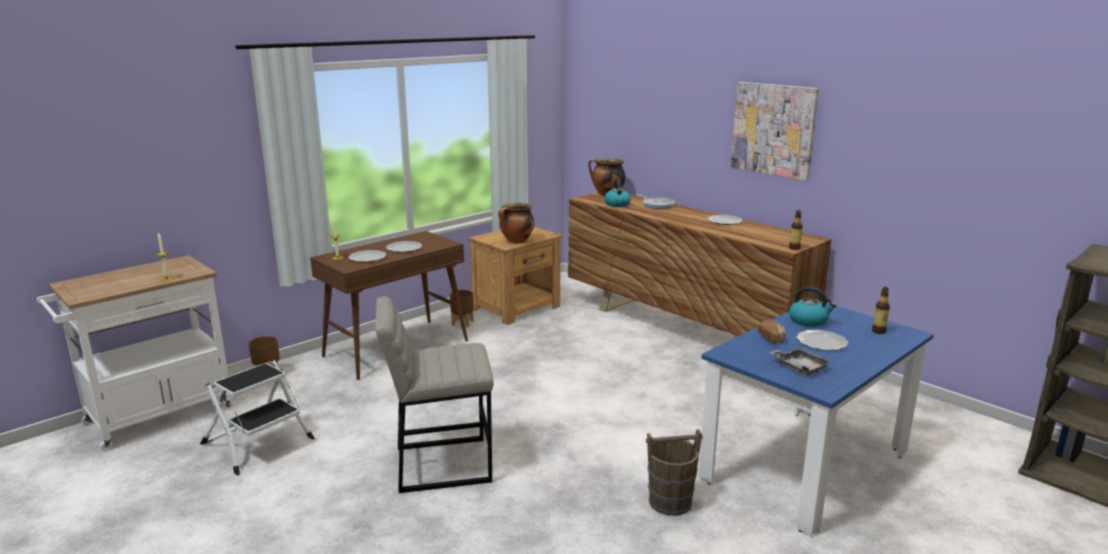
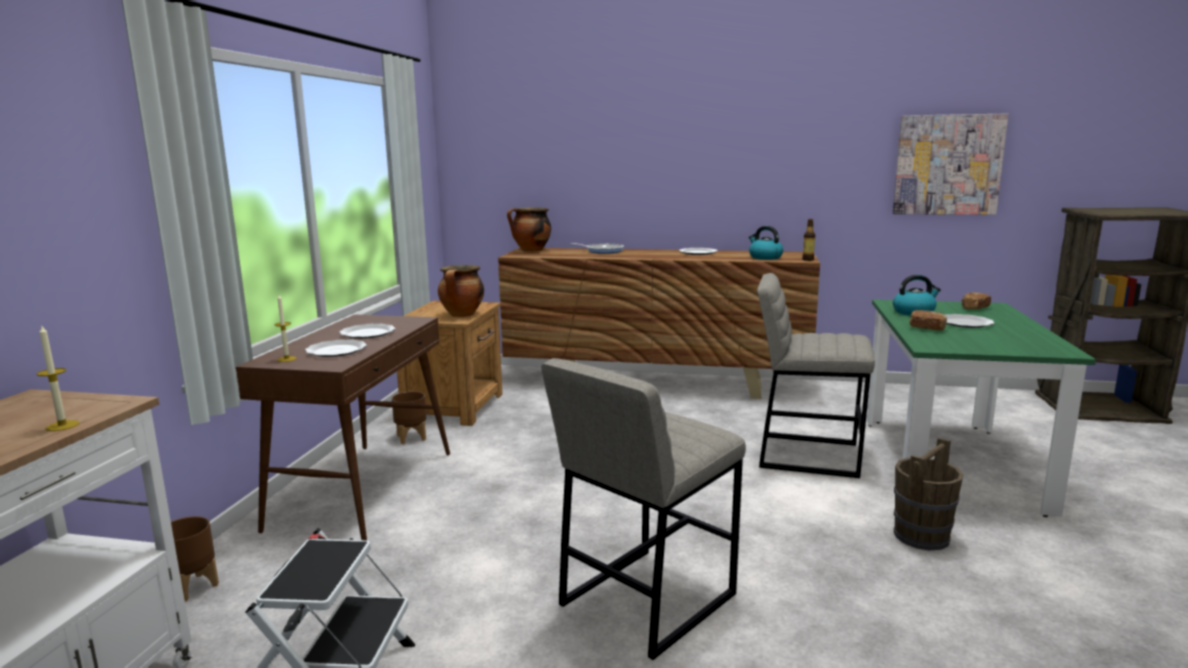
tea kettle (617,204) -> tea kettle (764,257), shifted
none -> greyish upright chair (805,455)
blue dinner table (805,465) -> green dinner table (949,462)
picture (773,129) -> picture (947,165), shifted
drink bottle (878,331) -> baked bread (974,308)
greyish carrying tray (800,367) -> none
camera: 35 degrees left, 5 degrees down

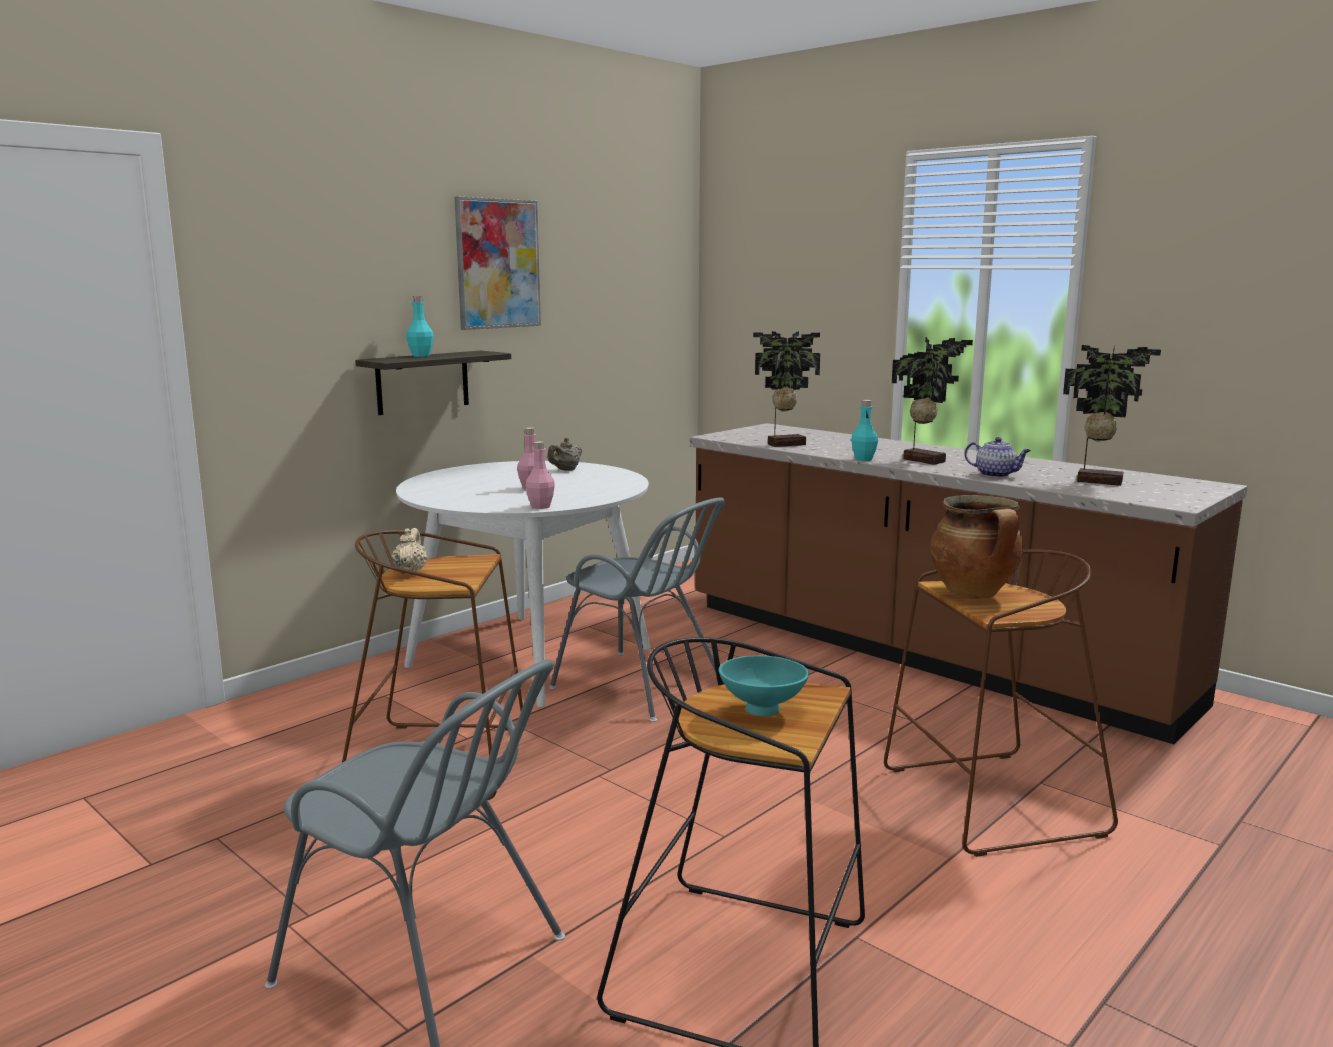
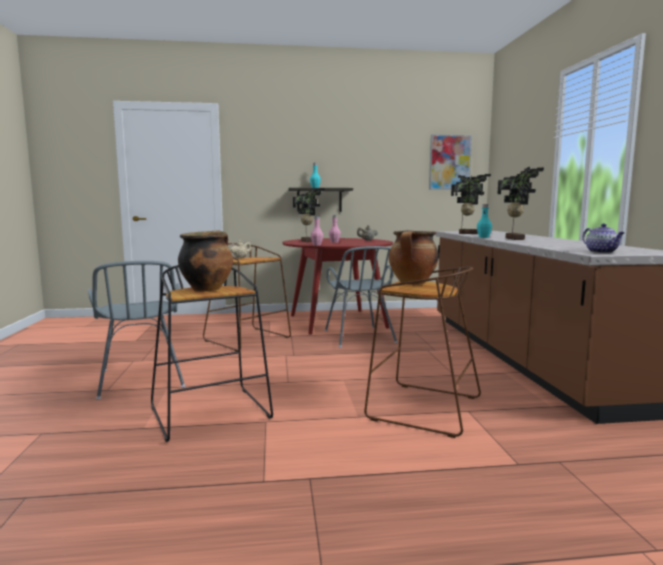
turquoise-coloured deep dish (760,709) -> saucepot (207,289)
white dinner table (530,658) -> red dinner table (337,322)
houseplant (1098,481) -> houseplant (308,241), shifted
picture (497,264) -> picture (449,162), shifted
pot for tea (996,475) -> pot for tea (602,252), shifted
camera: 40 degrees right, 5 degrees down

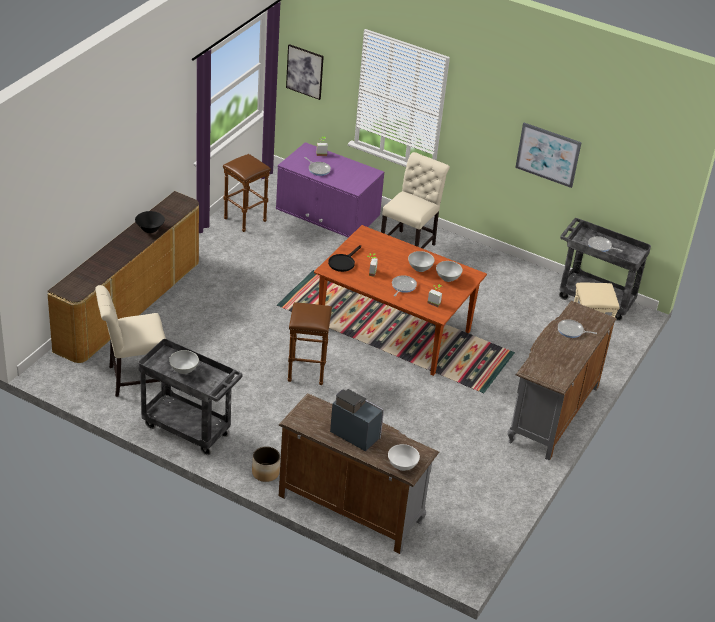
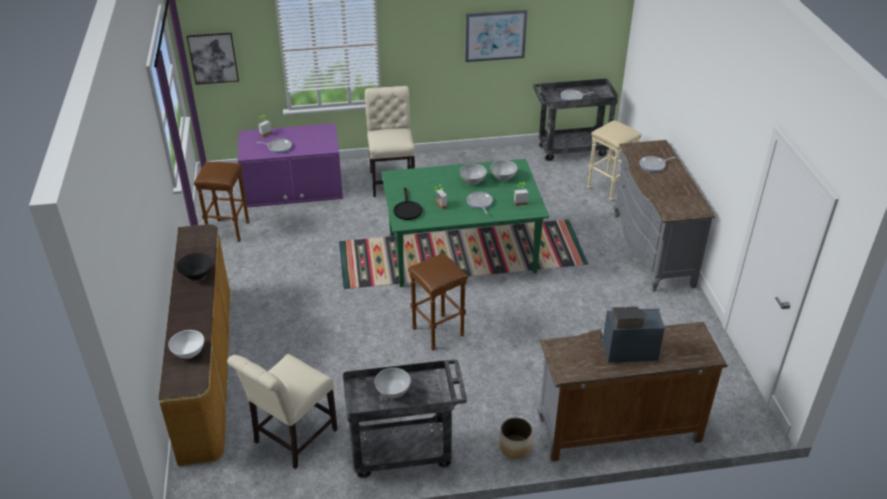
white deep dish (402,465) -> white deep dish (189,352), shifted
brown-coloured dinner table (393,329) -> green dinner table (461,253)
camera: 35 degrees left, 0 degrees up

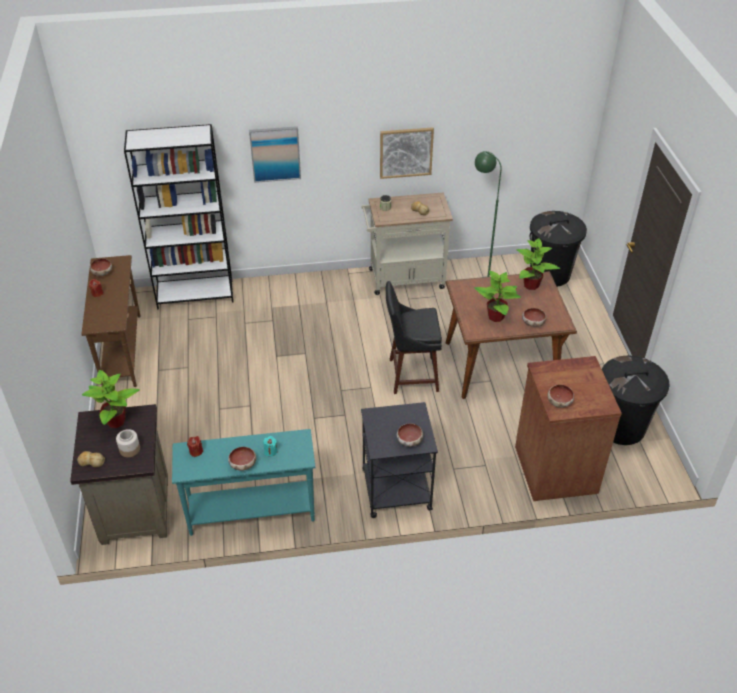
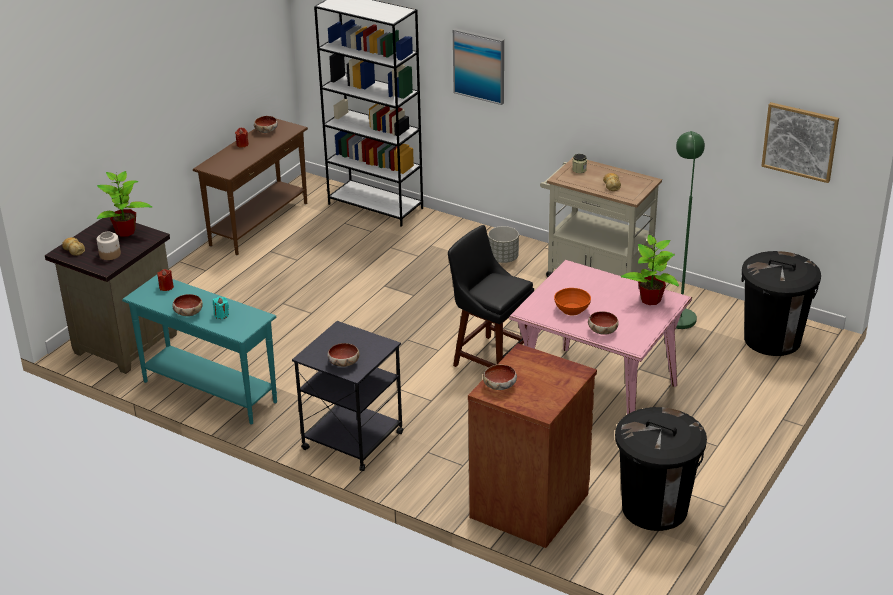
none -> greyish flower pot (503,258)
brown-coloured dinner table (501,364) -> pink-coloured dinner table (597,393)
houseplant (496,317) -> orange-coloured deep dish (571,309)
picture (406,152) -> picture (800,141), shifted
camera: 40 degrees right, 10 degrees down

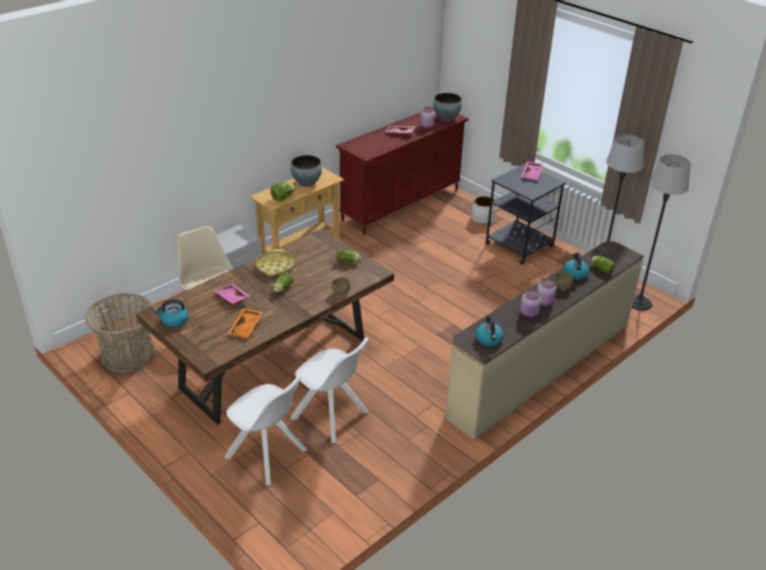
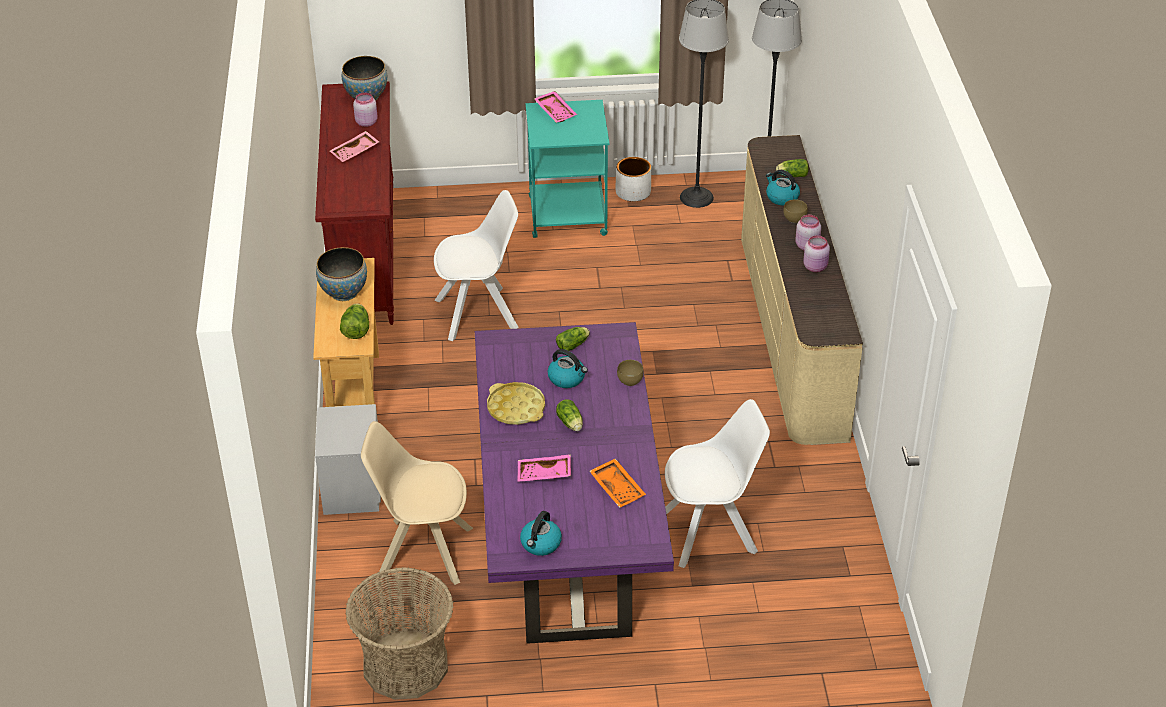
white upright chair (267,455) -> white upright chair (479,314), shifted
brown-coloured dinner table (274,364) -> purple-coloured dinner table (569,535)
black-coloured wheeled cart (520,246) -> turquoise-coloured wheeled cart (569,215)
tea kettle (489,339) -> tea kettle (567,378), shifted
white flower pot (482,218) -> white flower pot (633,192), shifted
camera: 50 degrees left, 5 degrees up

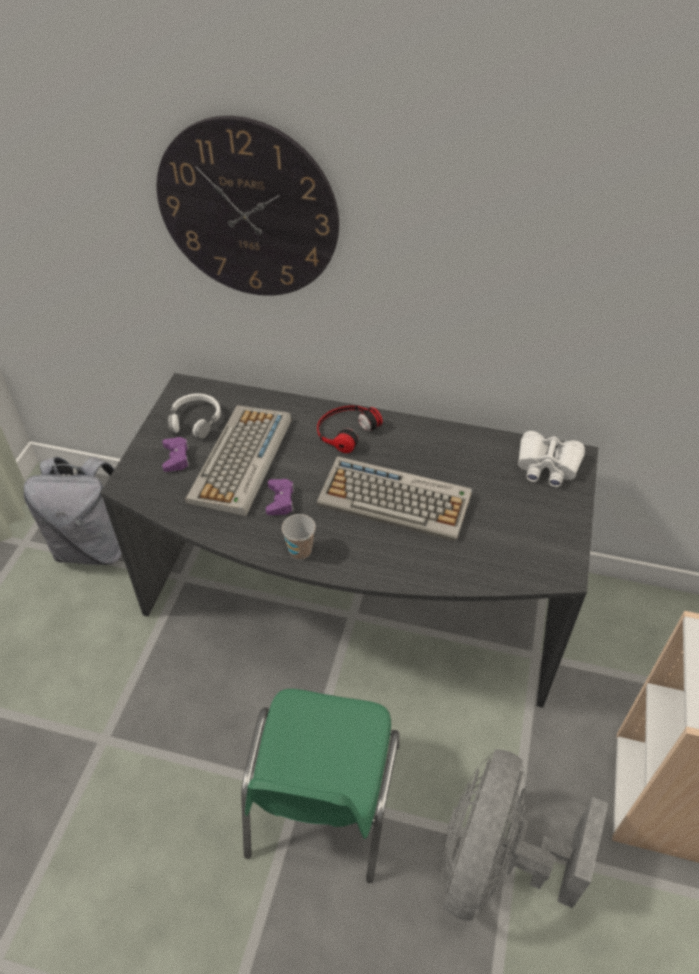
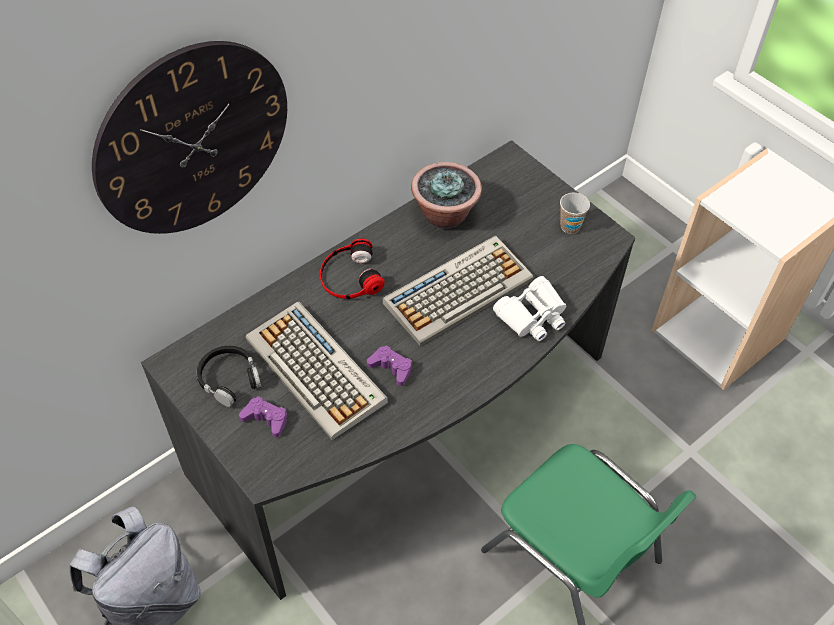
white pair of headphones (195,421) -> black-coloured pair of headphones (229,379)
none -> houseplant (445,215)
white field glasses (547,465) -> white field glasses (532,316), shifted
drinking cup (300,551) -> drinking cup (570,226), shifted
greyish fan (495,862) -> none
camera: 55 degrees left, 5 degrees up

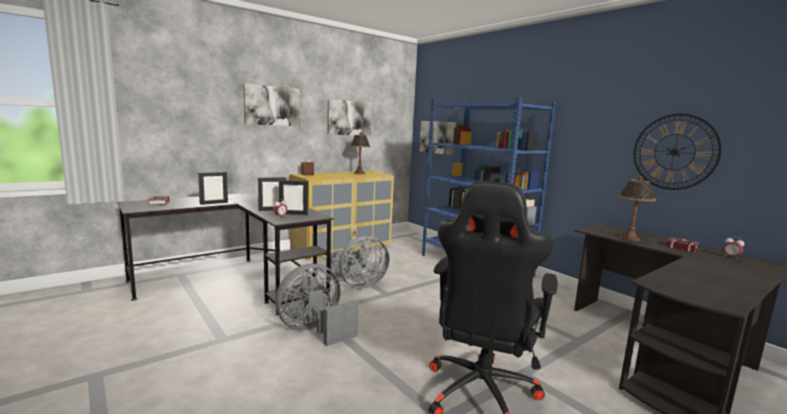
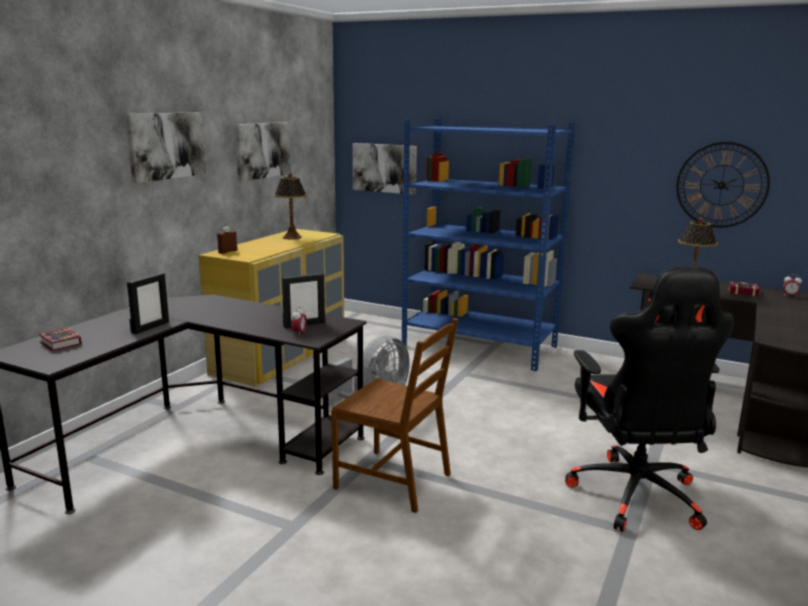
greyish fan (315,331) -> brown-coloured upright chair (394,480)
picture frame (272,209) -> none
camera: 25 degrees left, 5 degrees up

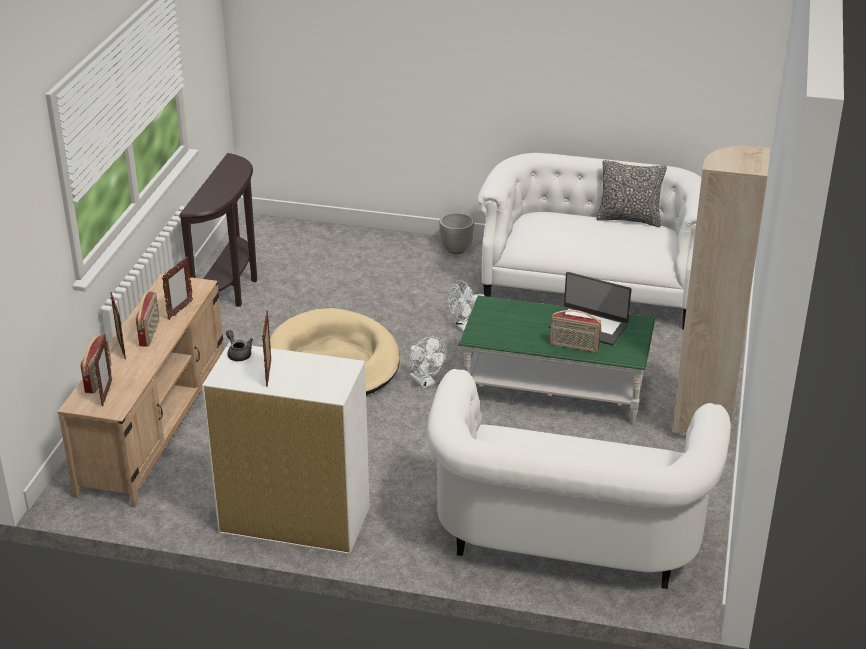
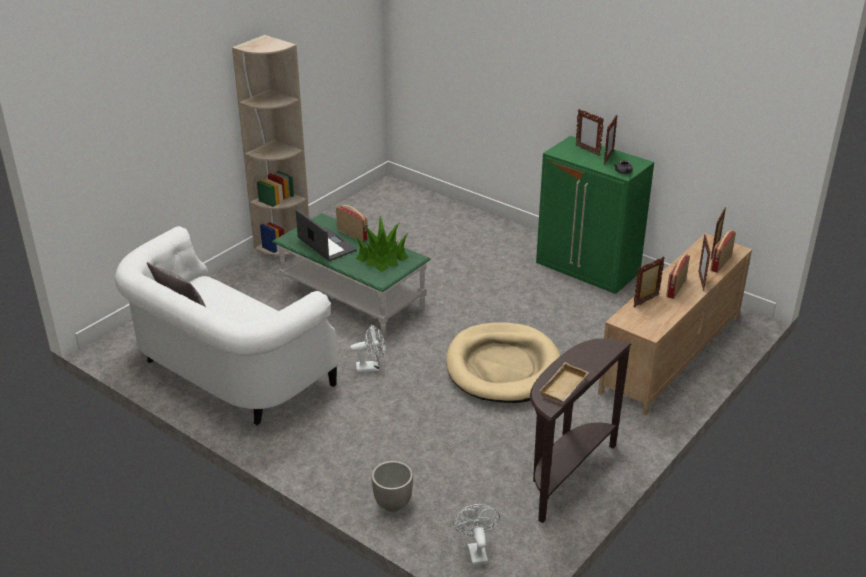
none -> houseplant (382,257)
flower pot (456,249) -> flower pot (392,504), shifted
white fan (425,382) -> white fan (476,550), shifted
white cupboard (294,519) -> green cupboard (588,268)
none -> sand-coloured carrying tray (564,388)
none -> picture frame (587,150)
white sofa (568,537) -> none
camera: 155 degrees left, 0 degrees up

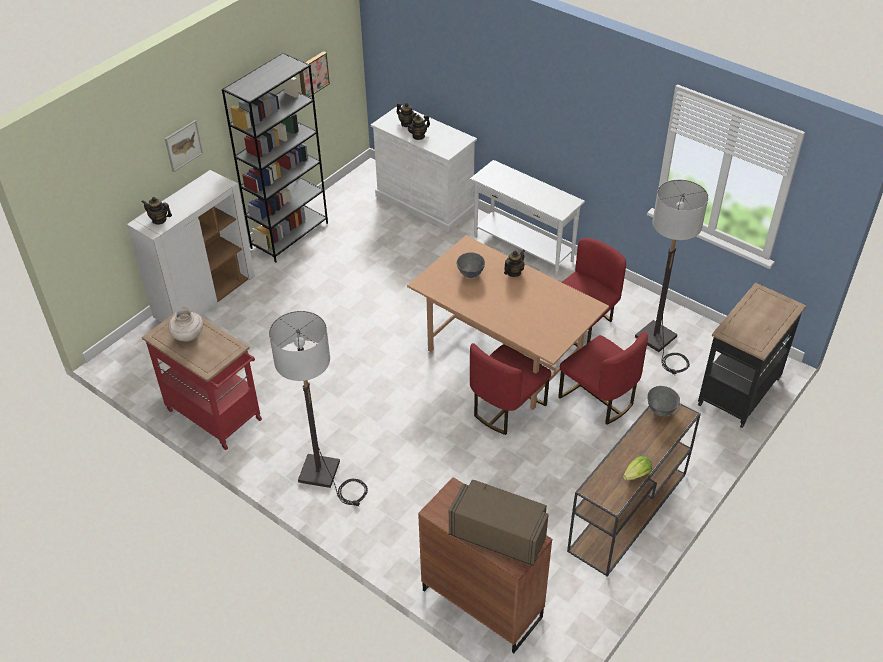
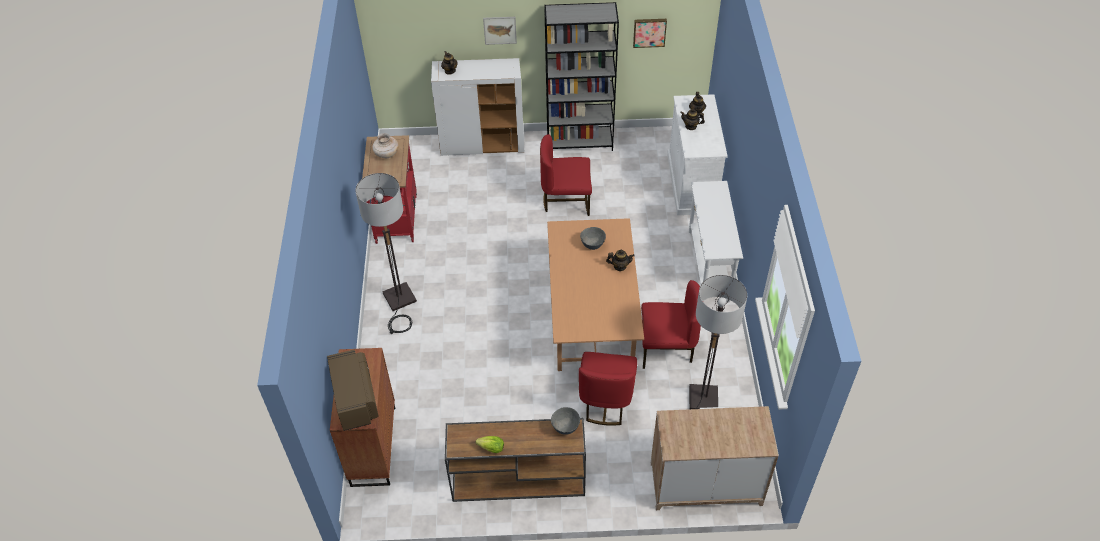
red upright chair (506,408) -> red upright chair (566,200), shifted
black-coloured wheeled cart (740,390) -> drawer chest (705,484)
camera: 50 degrees right, 5 degrees up

